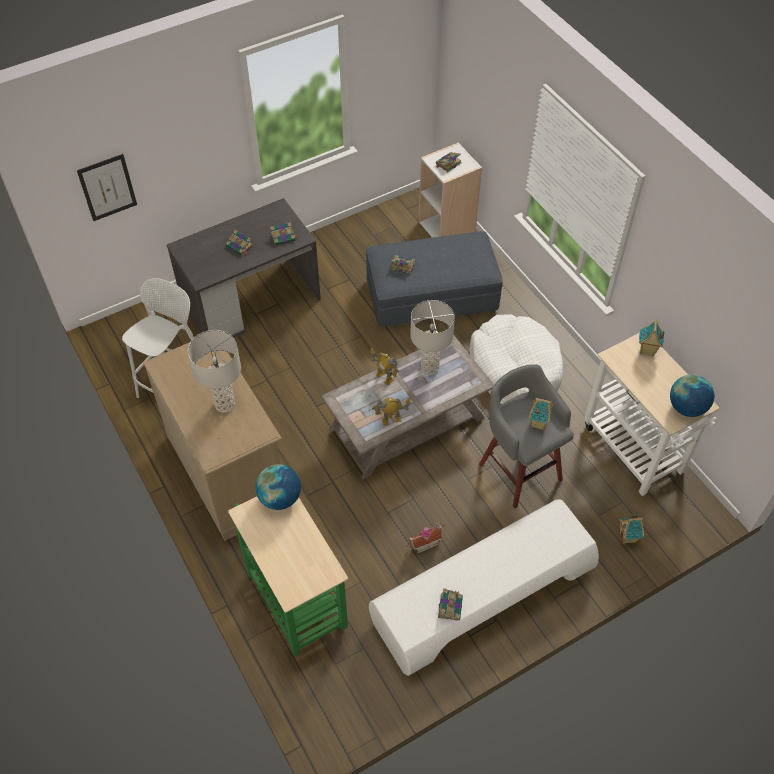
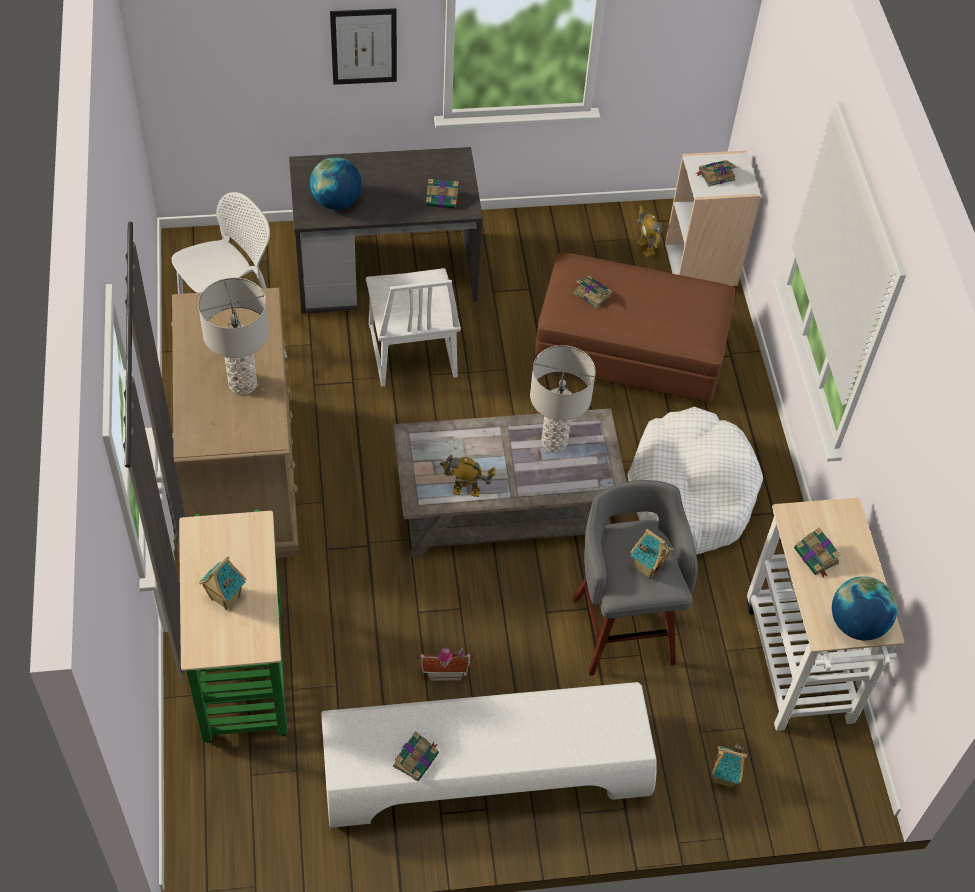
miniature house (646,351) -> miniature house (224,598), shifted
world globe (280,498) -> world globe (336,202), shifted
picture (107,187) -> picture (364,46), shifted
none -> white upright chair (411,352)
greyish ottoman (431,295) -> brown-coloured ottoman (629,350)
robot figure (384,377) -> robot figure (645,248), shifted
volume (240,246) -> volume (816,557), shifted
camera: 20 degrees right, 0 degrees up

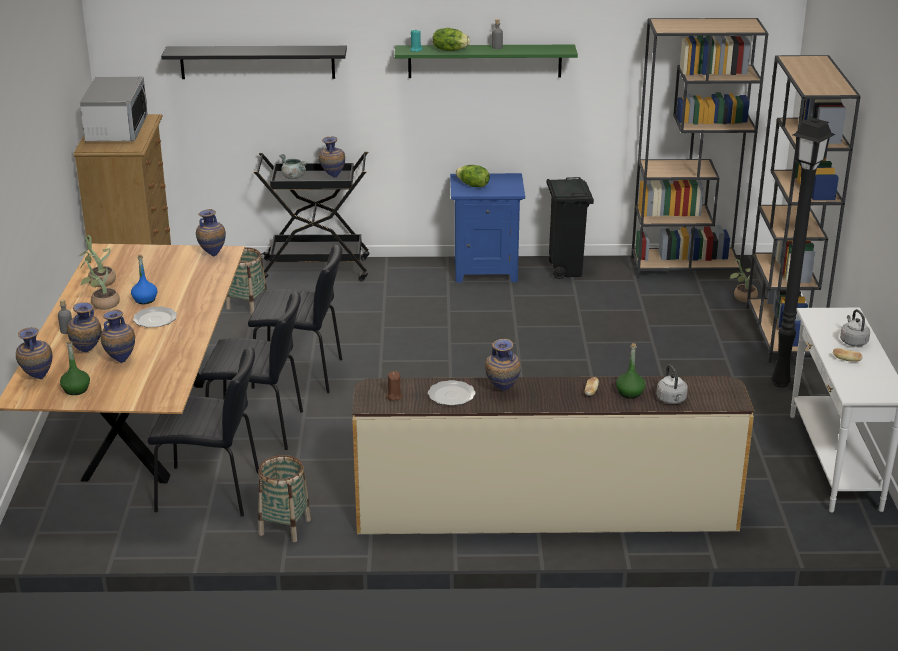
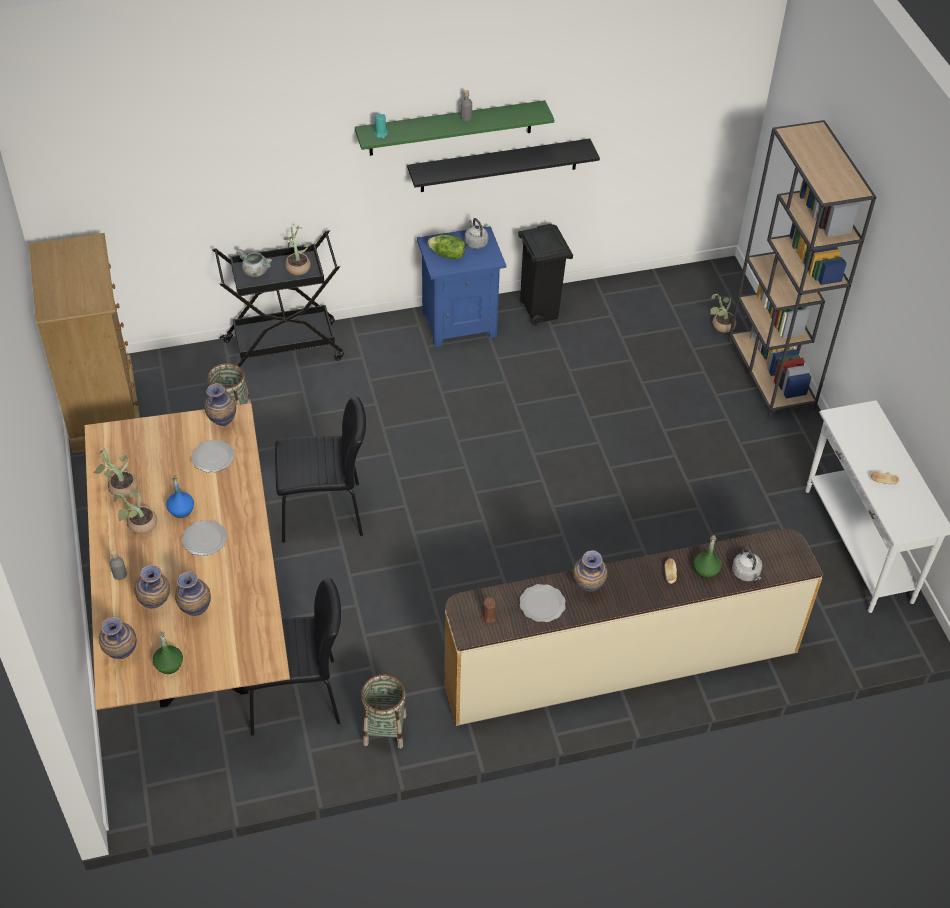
none -> plate (212,457)
flower vase (332,177) -> houseplant (297,266)
black-coloured bracket shelf (257,62) -> black-coloured bracket shelf (499,165), shifted
greyish tea kettle (853,341) -> greyish tea kettle (475,242), shifted
microwave (116,130) -> none
black-coloured upright chair (259,428) -> none
lettuce head (449,50) -> none
bookshelf (686,267) -> none
black-coloured floor lamp (782,383) -> none
camera: 15 degrees left, 20 degrees up

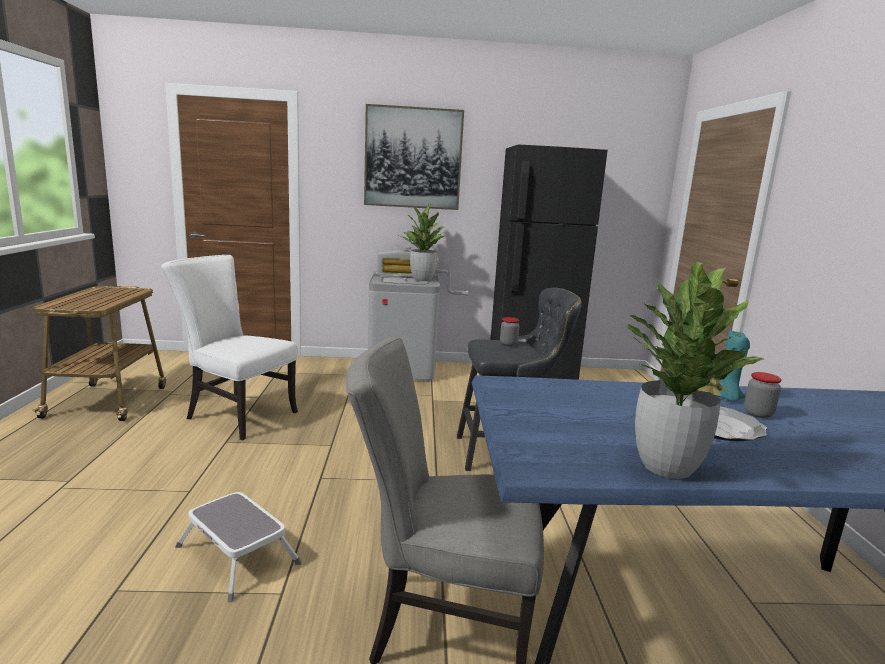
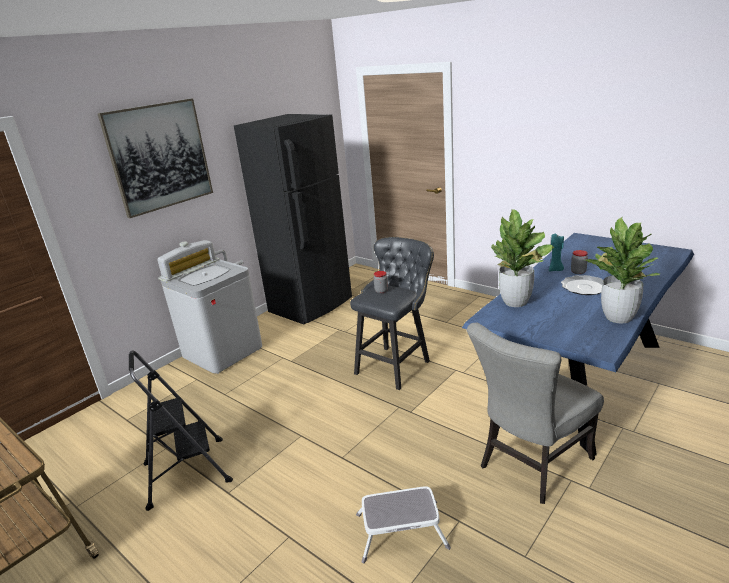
white upright chair (236,414) -> black-coloured stepladder (183,472)
houseplant (422,279) -> houseplant (515,302), shifted
camera: 45 degrees left, 10 degrees up

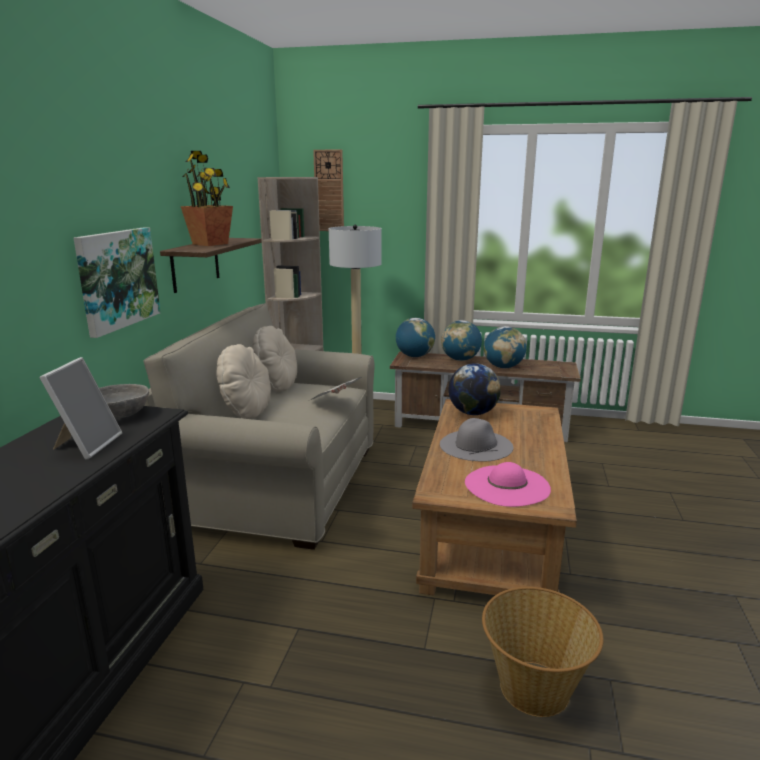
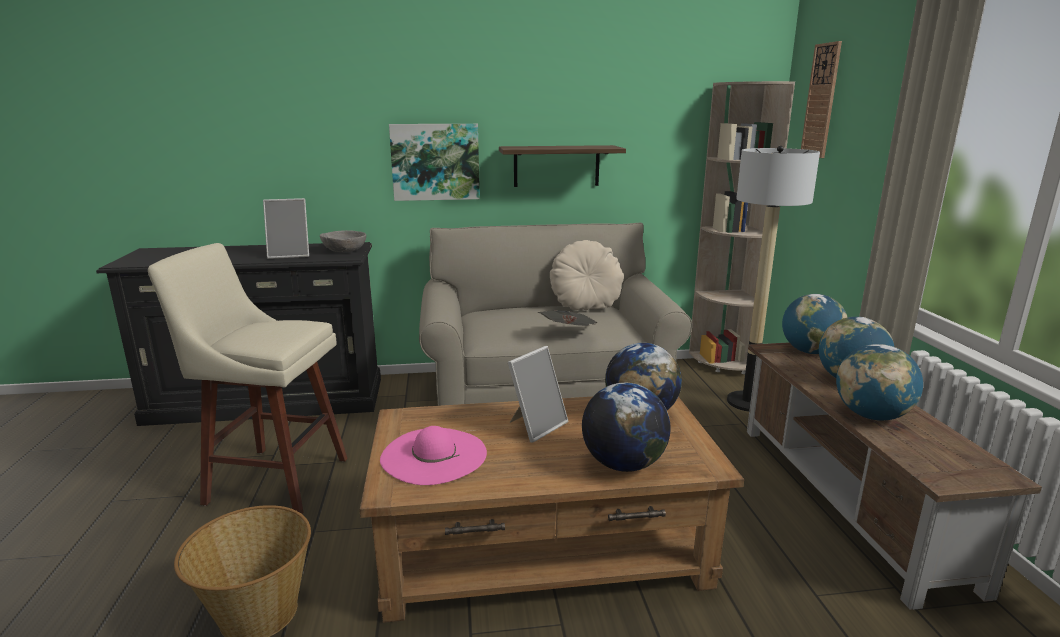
none -> sand-coloured stool (275,480)
greyish hat (476,445) -> picture frame (536,426)
none -> world globe (623,464)
houseplant (210,244) -> none
sand-coloured throw pillow (247,413) -> none
camera: 70 degrees right, 0 degrees up

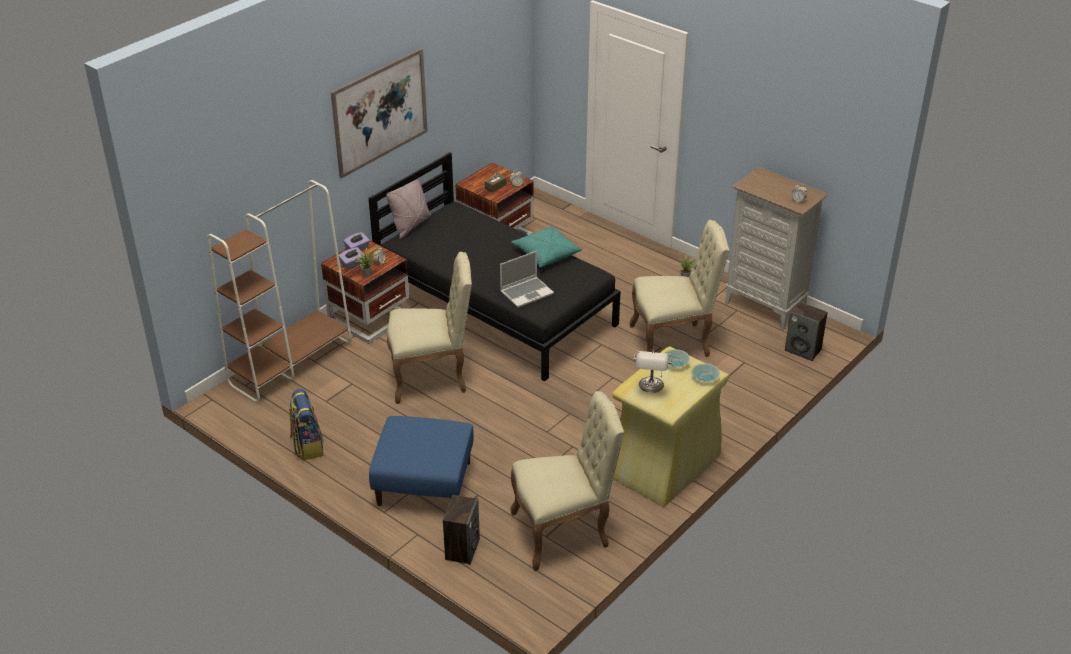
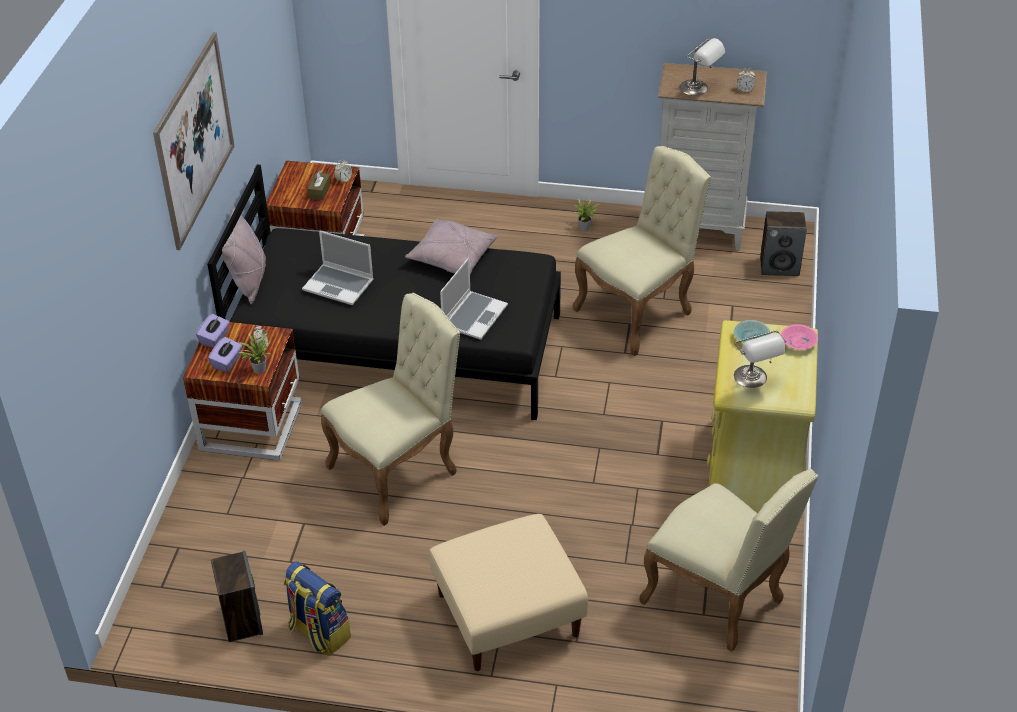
loudspeaker (462,549) -> loudspeaker (241,620), shifted
none -> notebook computer (339,285)
turquoise-coloured throw pillow (546,254) -> purple-coloured throw pillow (452,258)
blue ottoman (423,483) -> sand-coloured ottoman (507,615)
sand-coloured upright chair (562,532) -> sand-coloured upright chair (717,600), 90 degrees clockwise
none -> white lamp for a table (699,89)
turquoise-coloured deep dish (705,378) -> pink-coloured deep dish (799,343)
brown-coloured clothes rack (291,364) -> none
camera: 30 degrees left, 5 degrees up

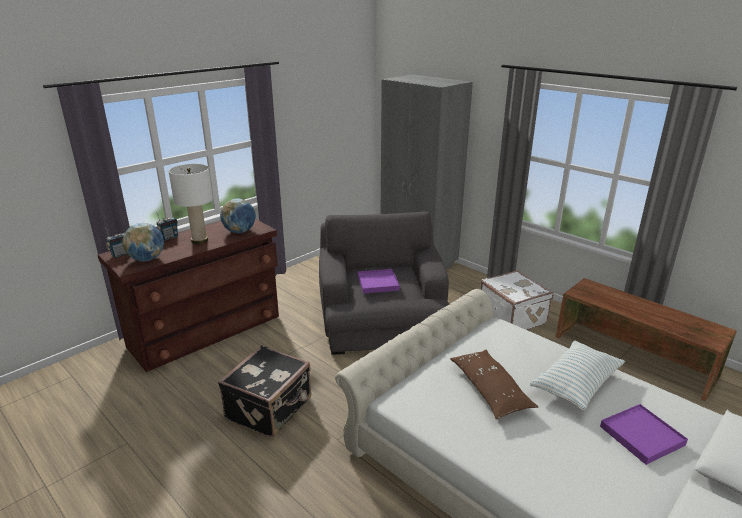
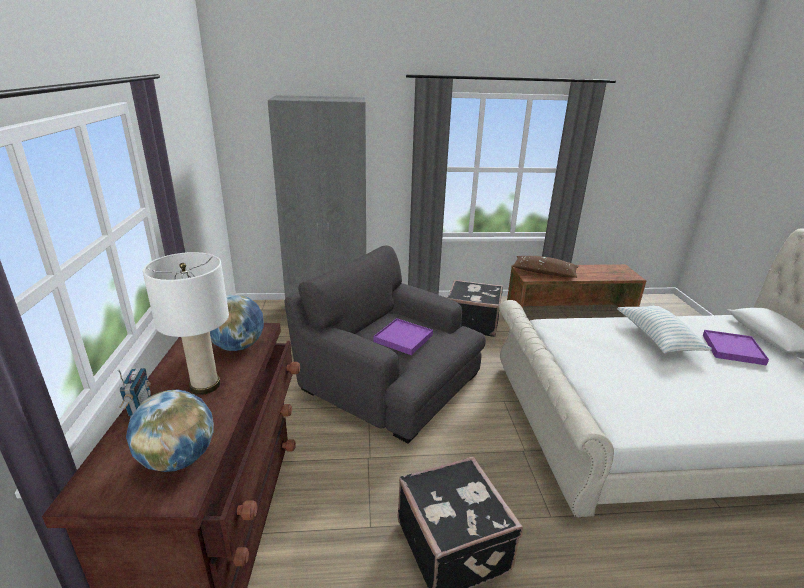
white piece of luggage (512,317) -> black-coloured piece of luggage (472,322)
brown-coloured throw pillow (489,390) -> brown-coloured throw pillow (544,273), shifted
radio receiver (121,254) -> none
camera: 50 degrees left, 0 degrees up

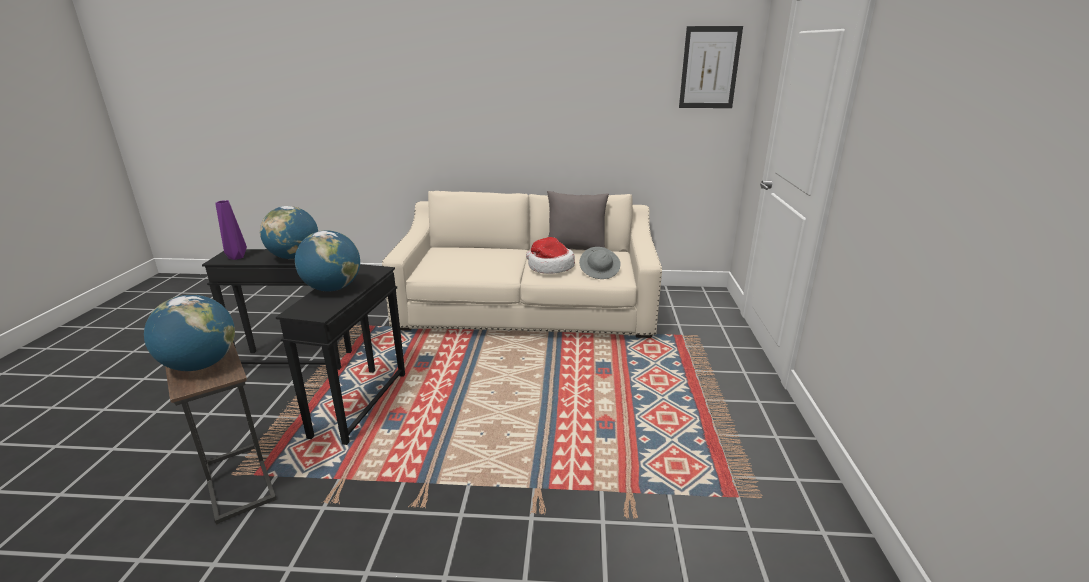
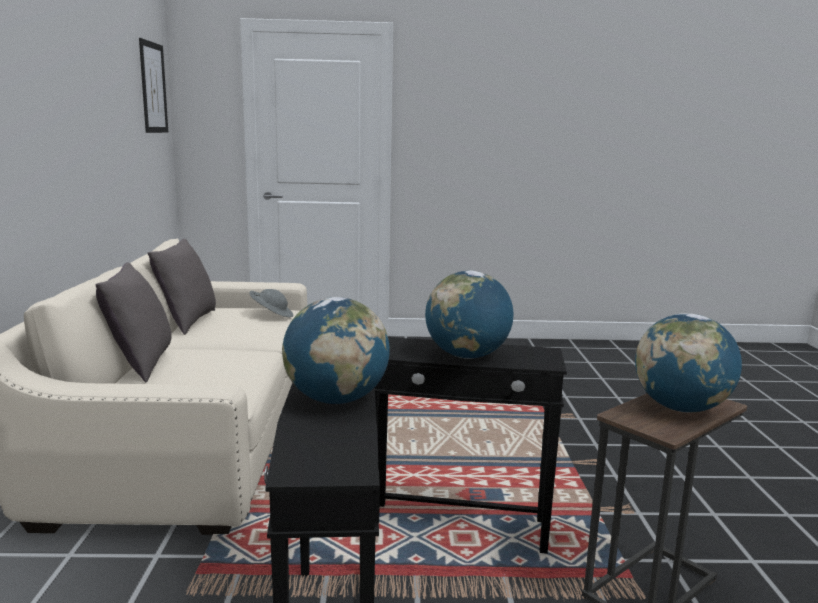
none -> greyish throw pillow (140,365)
purple-coloured flower vase (236,257) -> none
hat (549,267) -> none
camera: 95 degrees left, 10 degrees down

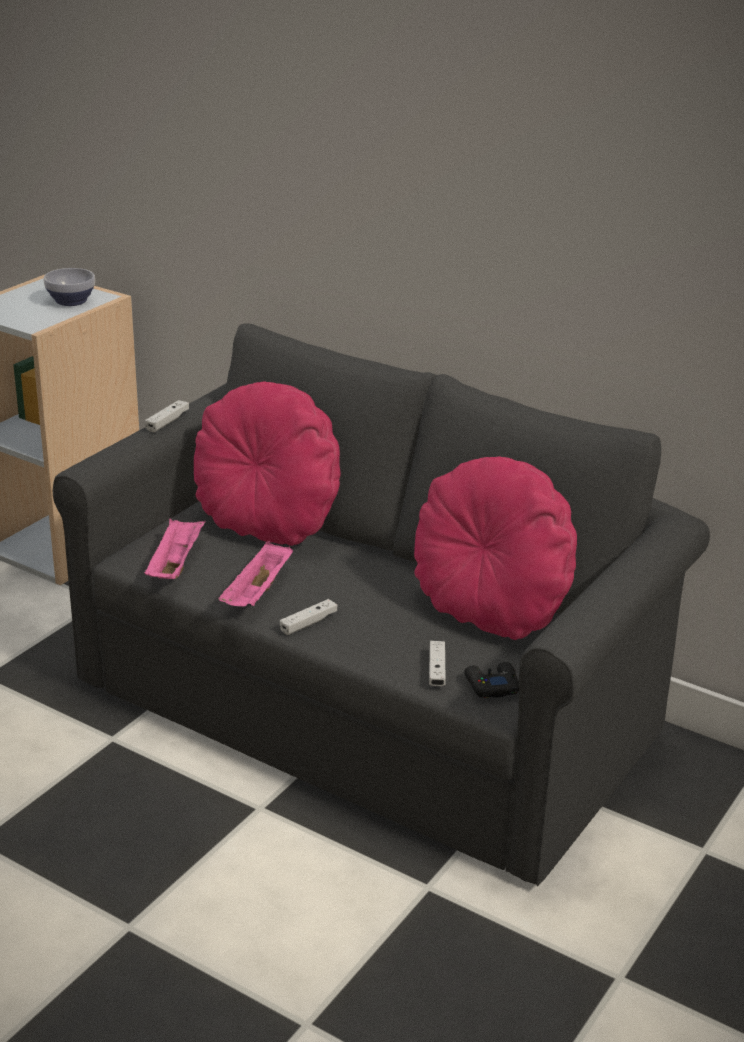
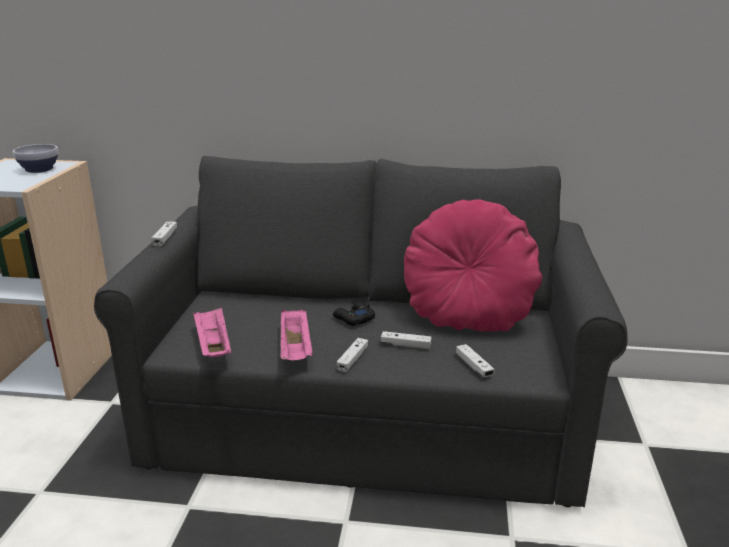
black-coloured game controller (491,685) -> black-coloured game controller (353,318), shifted
none -> white game controller (405,345)
pink-coloured throw pillow (267,528) -> none
camera: 25 degrees left, 5 degrees down

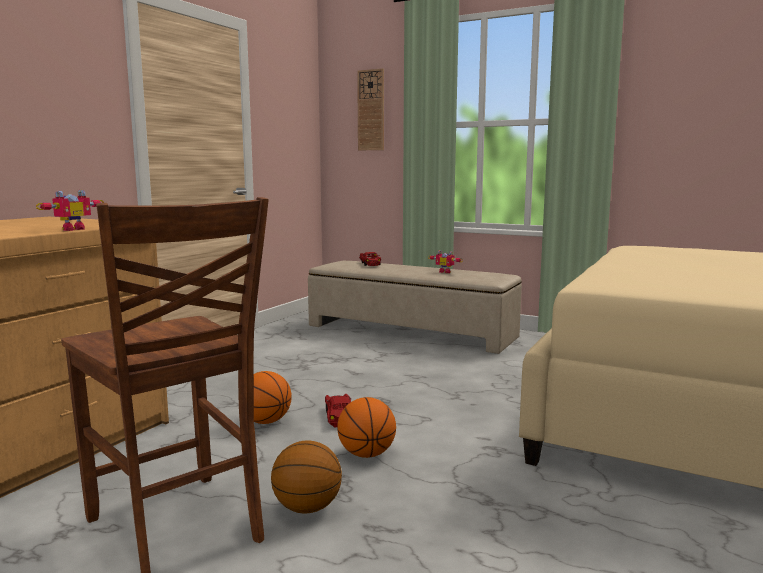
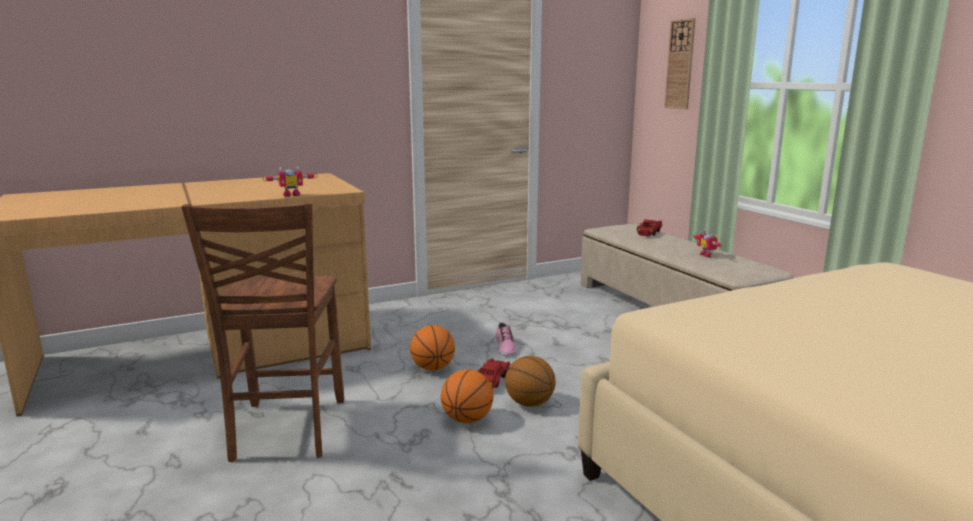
none -> shoe (504,347)
basketball (307,508) -> basketball (529,403), shifted
camera: 35 degrees right, 5 degrees up

